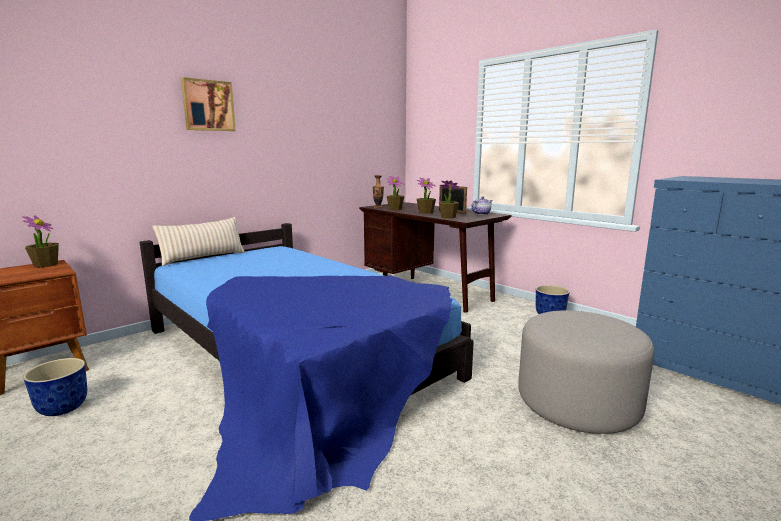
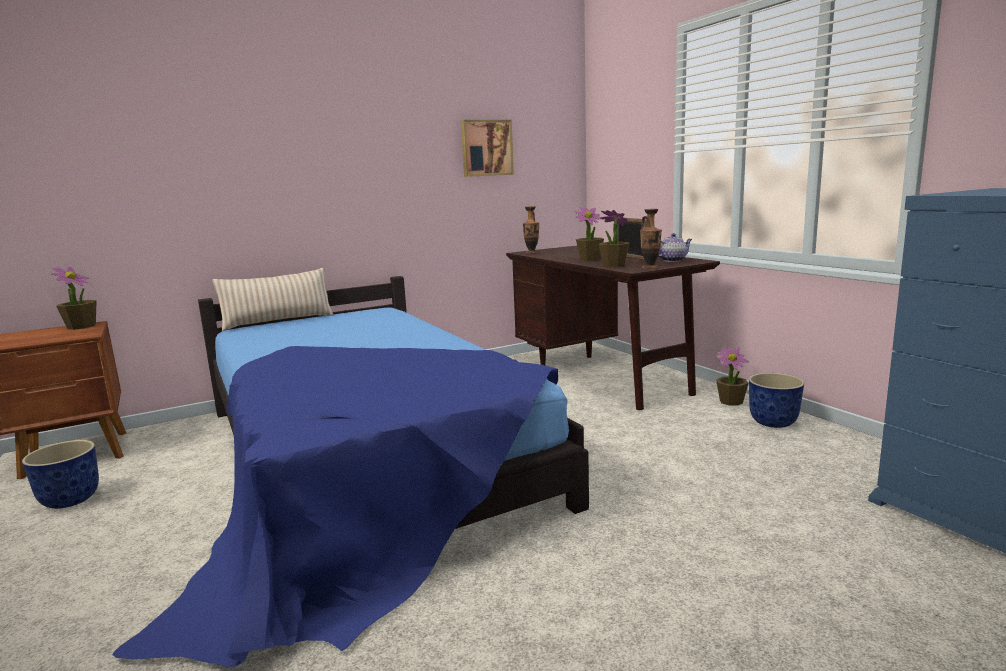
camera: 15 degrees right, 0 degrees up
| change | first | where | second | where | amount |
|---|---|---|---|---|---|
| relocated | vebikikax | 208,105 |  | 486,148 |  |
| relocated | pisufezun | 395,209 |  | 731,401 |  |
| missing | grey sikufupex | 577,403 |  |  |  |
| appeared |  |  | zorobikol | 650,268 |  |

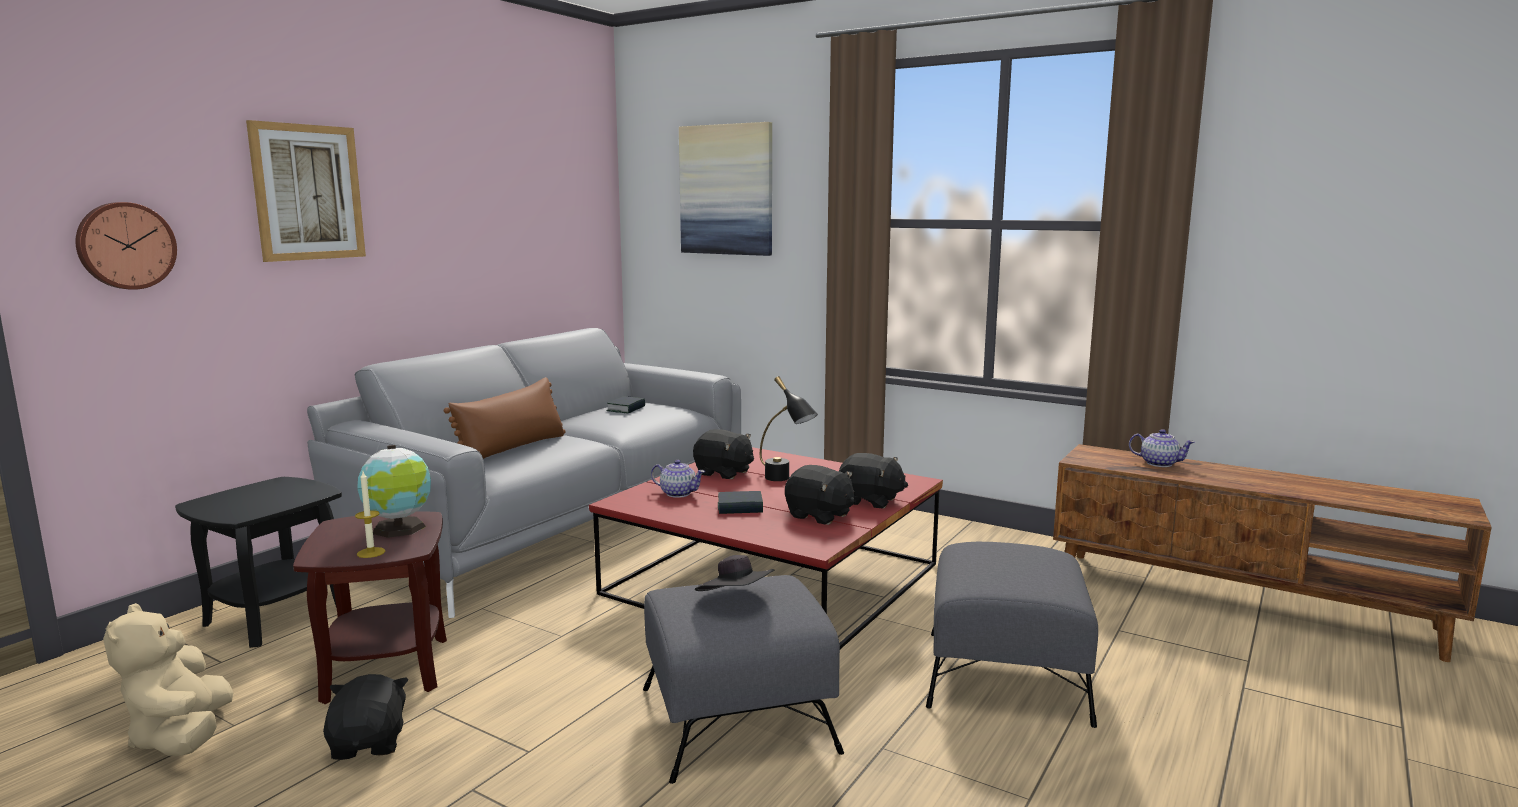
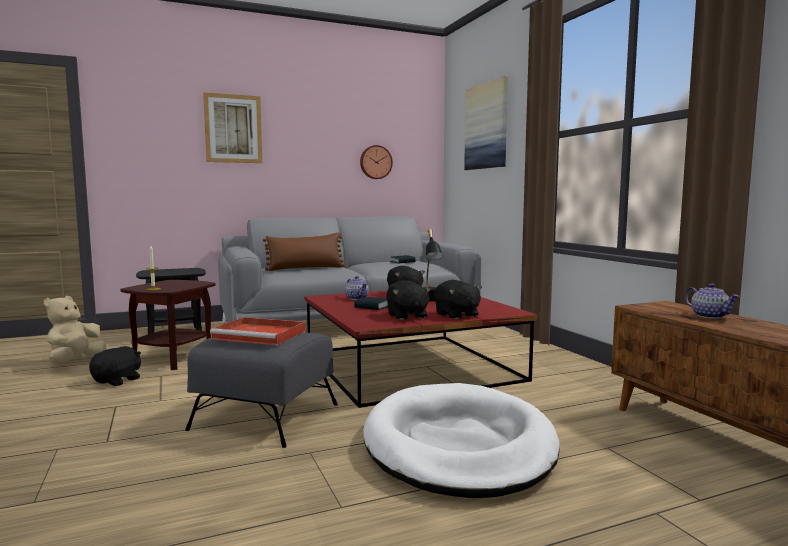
camera: 35 degrees right, 5 degrees down
| change | first | where | second | where | amount |
|---|---|---|---|---|---|
| relocated | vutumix | 125,246 |  | 375,162 |  |
| missing | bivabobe | 399,529 |  |  |  |
| exchanged | grey sikufupex | 1005,676 | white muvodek | 458,445 |  |
| exchanged | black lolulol | 736,600 | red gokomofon | 261,335 |  |

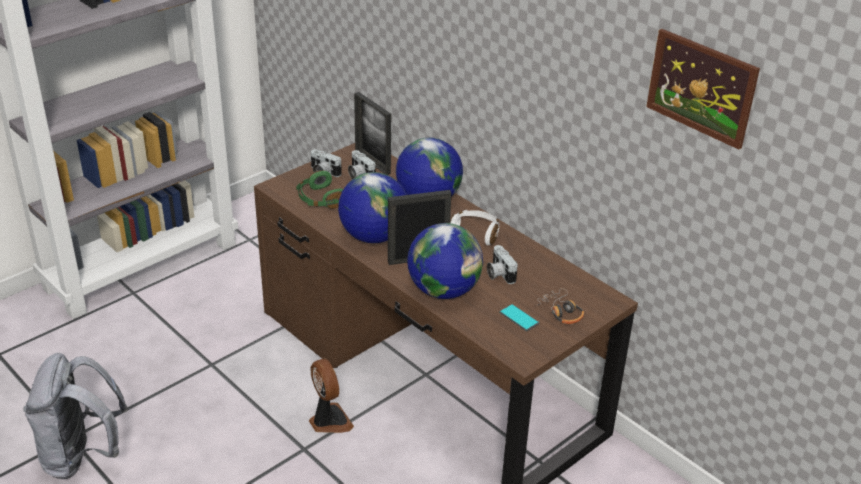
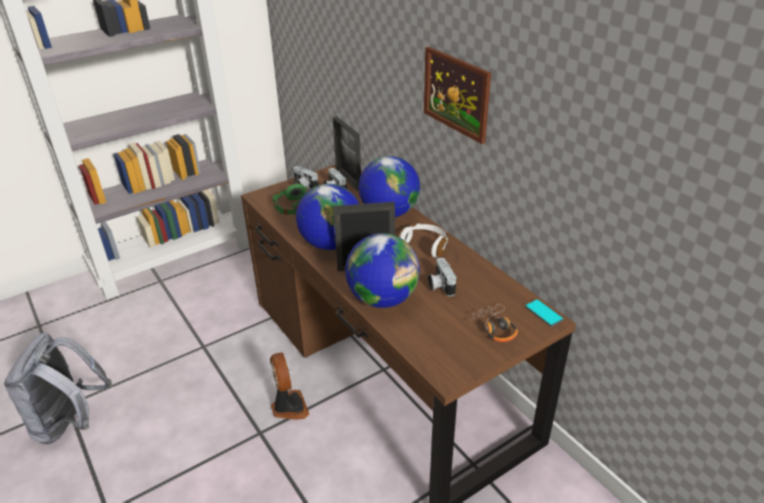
camera: 10 degrees right, 0 degrees up
| change | first | where | second | where | amount |
|---|---|---|---|---|---|
| relocated | vebikikax | 701,87 |  | 456,94 |  |
| relocated | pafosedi | 519,318 |  | 544,313 |  |

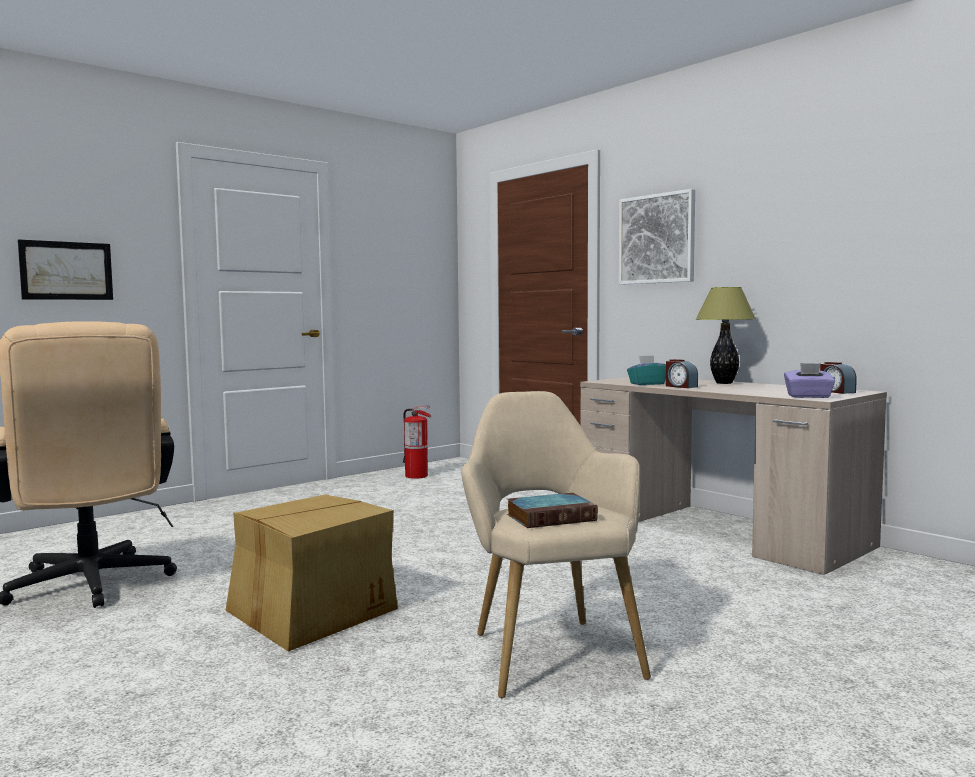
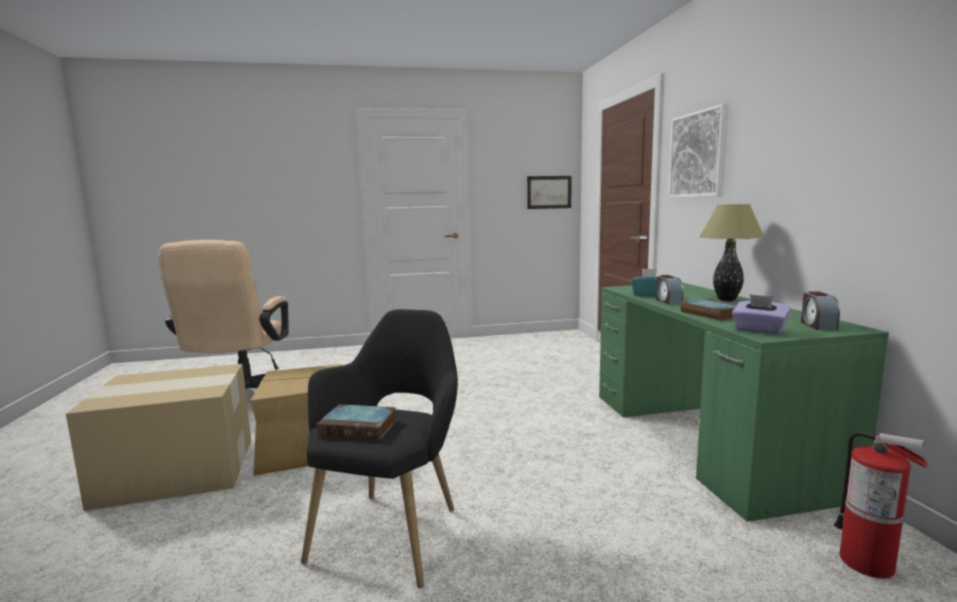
camera: 30 degrees right, 5 degrees up
| change | first | where | second | where | amount |
|---|---|---|---|---|---|
| relocated | vebikikax | 66,270 |  | 549,192 |  |
| colour | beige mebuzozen | 717,529 | green mebuzozen | 702,438 |  |
| colour | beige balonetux | 549,650 | black balonetux | 393,529 |  |
| relocated | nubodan | 417,476 |  | 867,563 |  |
| appeared |  |  | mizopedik | 711,313 |  |
| appeared |  |  | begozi | 176,471 |  |

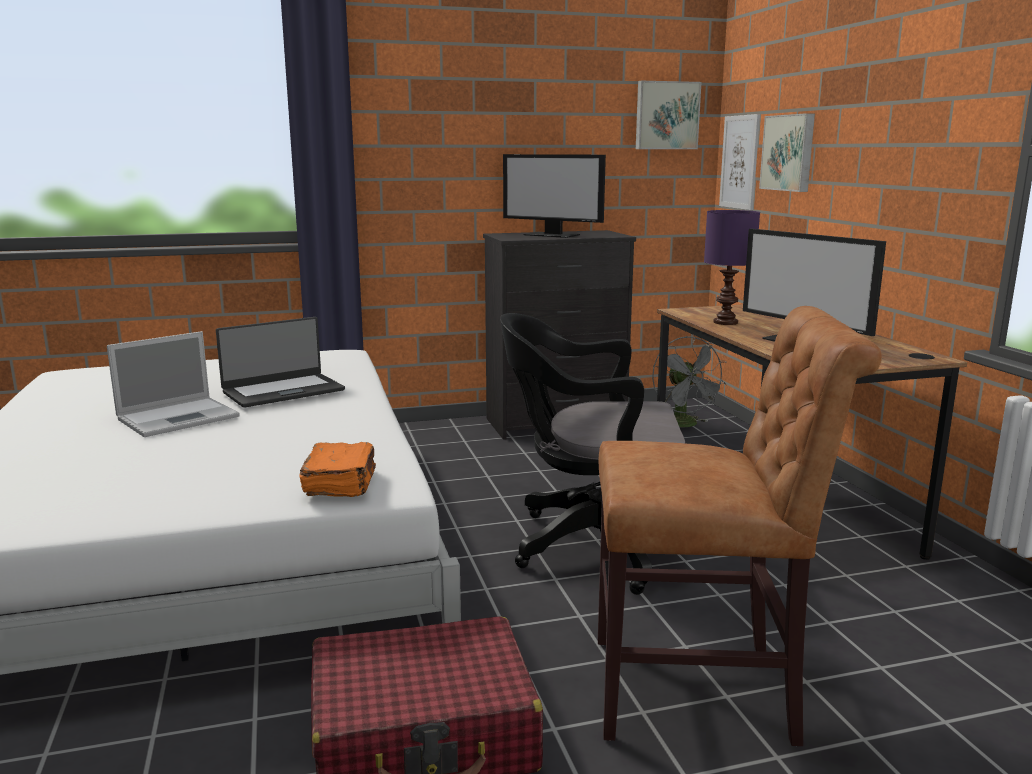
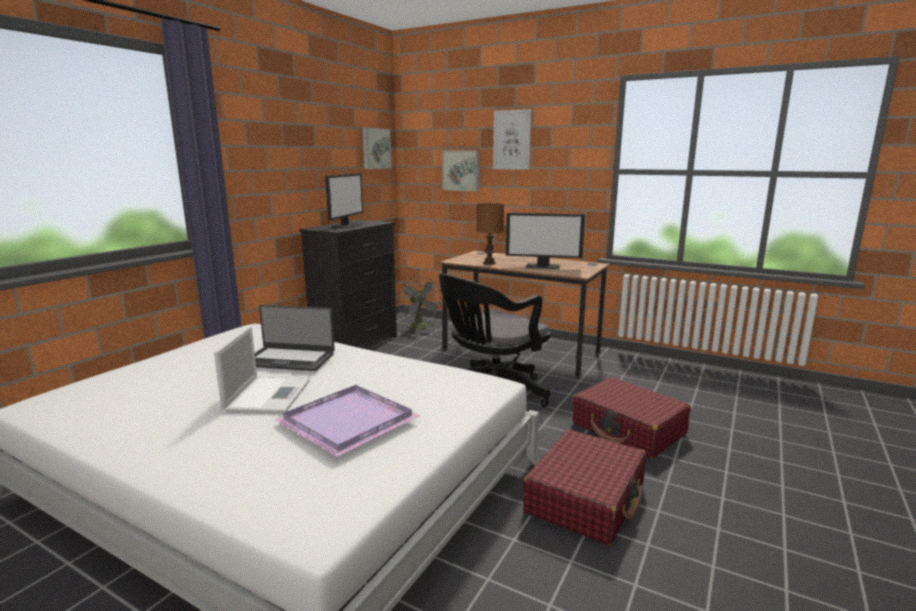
camera: 45 degrees left, 0 degrees up
| change | first | where | second | where | amount |
|---|---|---|---|---|---|
| relocated | vebikikax | 739,162 |  | 512,140 |  |
| spun | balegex | 552,235 |  | 346,225 | 60 degrees counterclockwise |
| colour | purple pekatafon | 724,322 | brown pekatafon | 489,263 |  |
| exchanged | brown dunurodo | 704,691 | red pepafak | 628,429 |  |
| spun | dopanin | 283,391 |  | 289,359 | 90 degrees clockwise |
| spun | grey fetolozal | 685,425 |  | 420,327 | 45 degrees clockwise |
| missing | orange mizopedik | 341,484 |  |  |  |
| appeared |  |  | purple gokomofon | 351,422 |  |

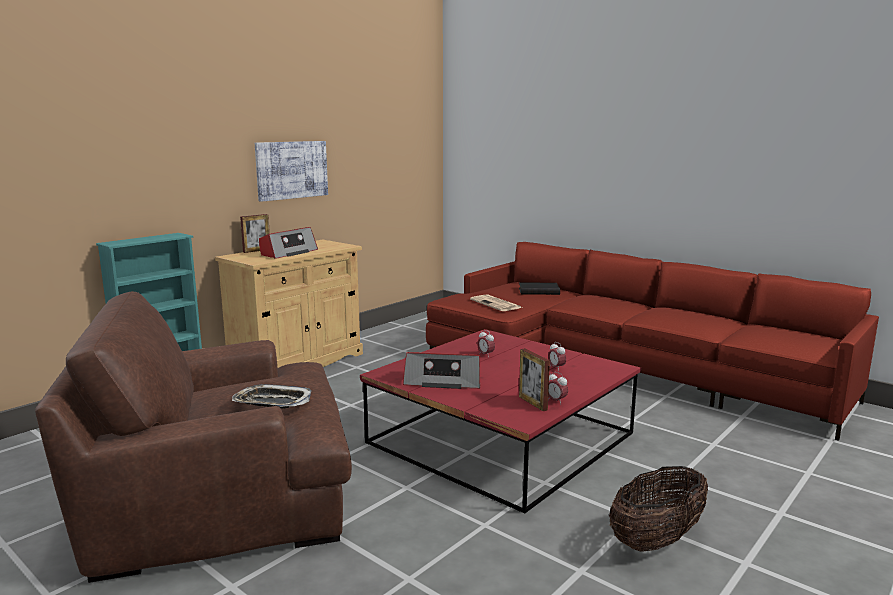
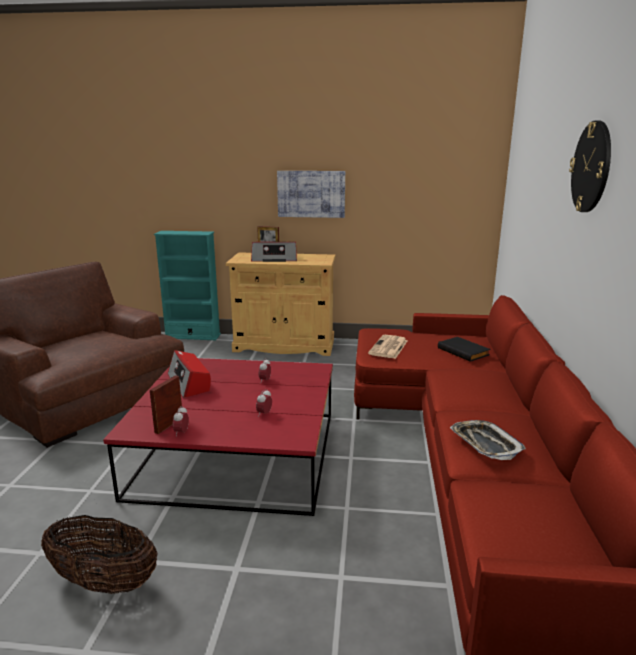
camera: 55 degrees right, 5 degrees up
| change | first | where | second | where | amount |
|---|---|---|---|---|---|
| relocated | gokomofon | 272,402 |  | 485,444 |  |
| appeared |  |  | vutumix | 591,167 |  |

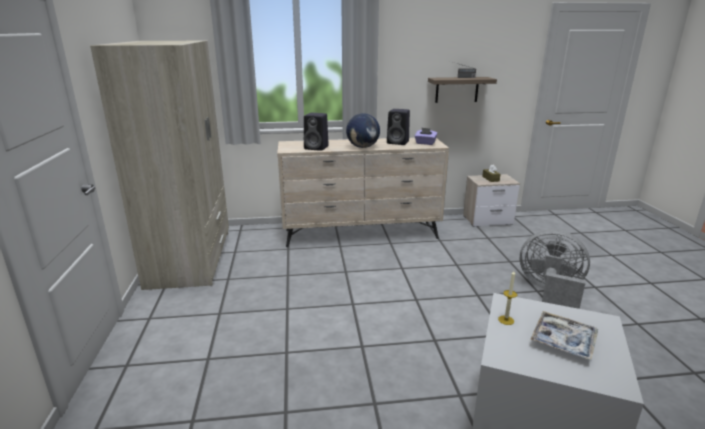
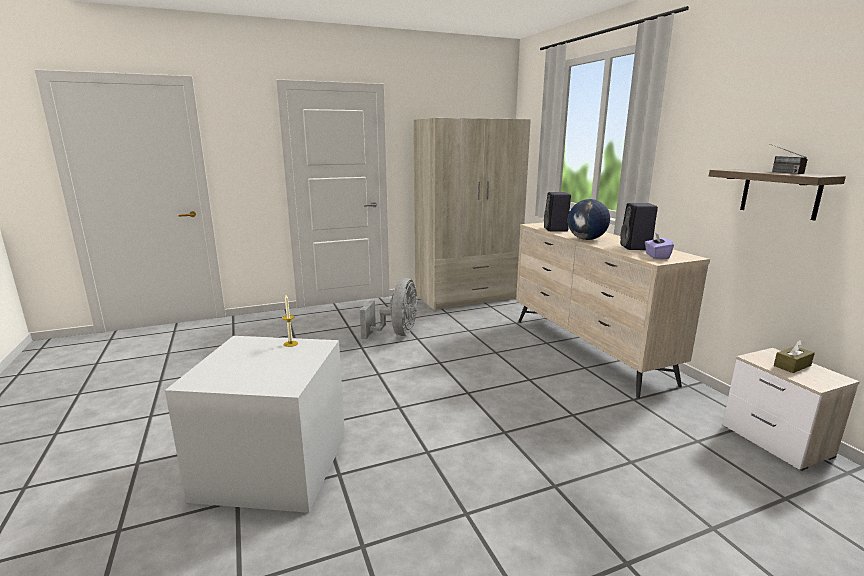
camera: 75 degrees right, 5 degrees down
| change | first | where | second | where | amount |
|---|---|---|---|---|---|
| relocated | grey fetolozal | 550,292 |  | 397,334 |  |
| missing | gokomofon | 563,341 |  |  |  |

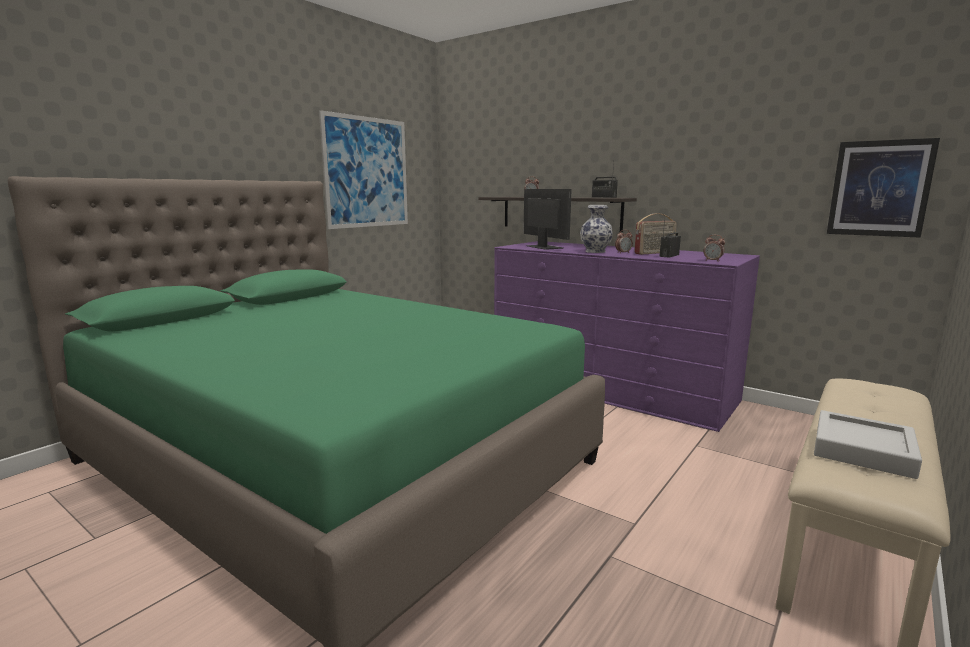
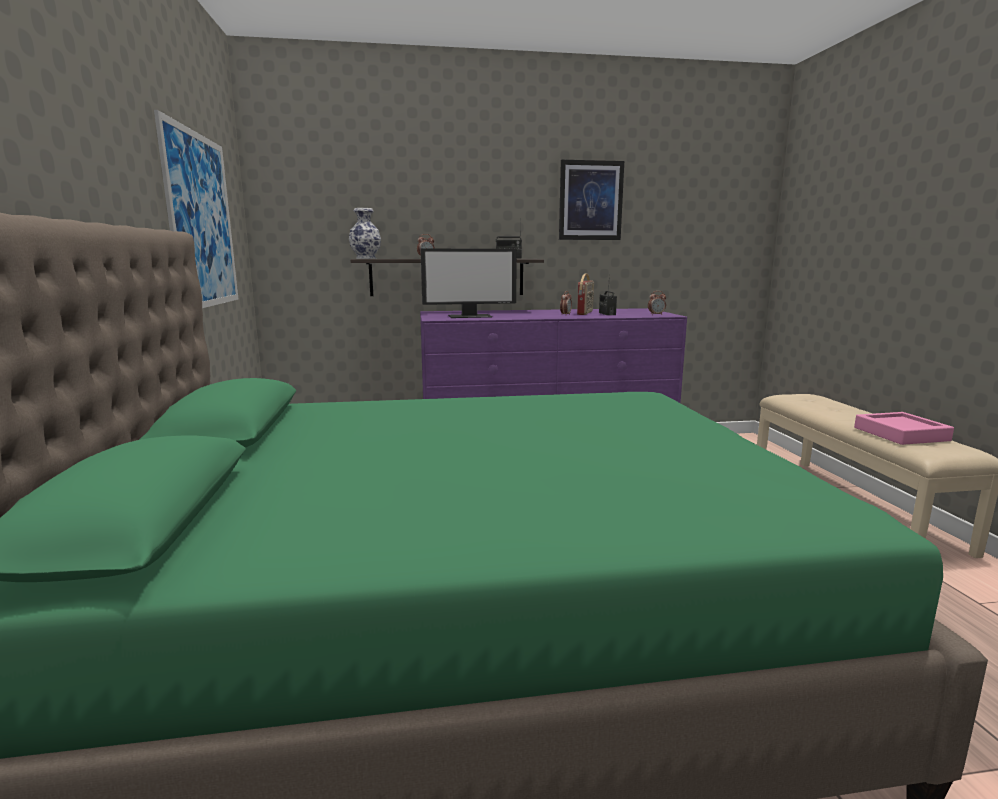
camera: 45 degrees left, 0 degrees up
| change | first | where | second | where | amount |
|---|---|---|---|---|---|
| relocated | vebikikax | 879,188 |  | 590,201 |  |
| spun | balegex | 543,247 |  | 470,316 | 150 degrees clockwise |
| relocated | zorobikol | 596,251 |  | 366,258 |  |
| colour | grey gokomofon | 862,450 | pink gokomofon | 900,434 |  |

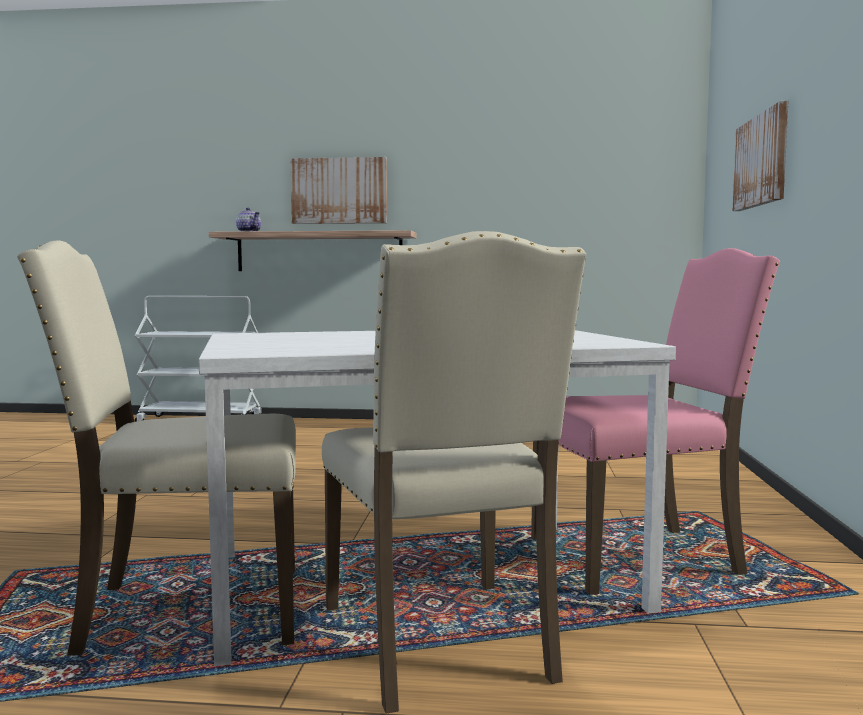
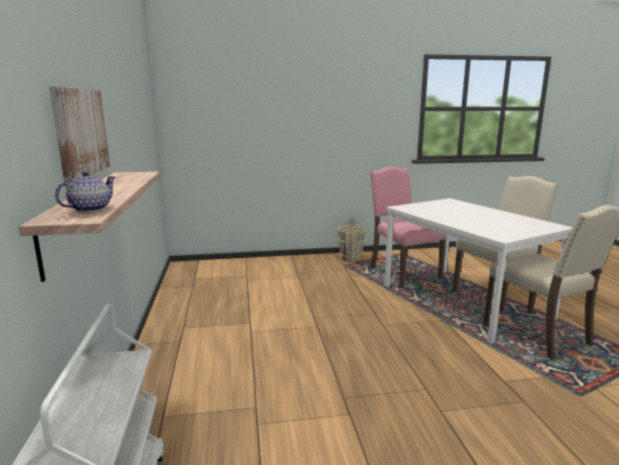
camera: 105 degrees left, 10 degrees up
| change | first | where | second | where | amount |
|---|---|---|---|---|---|
| missing | vebikikax | 761,161 |  |  |  |
| appeared |  |  | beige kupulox | 350,258 |  |

